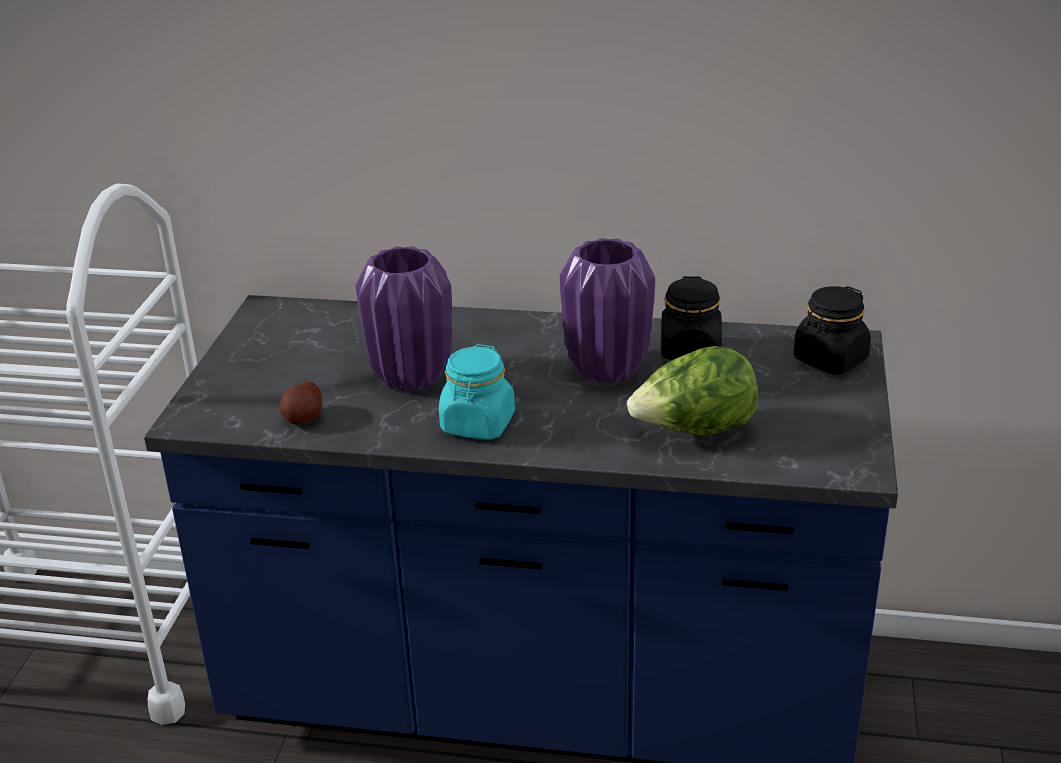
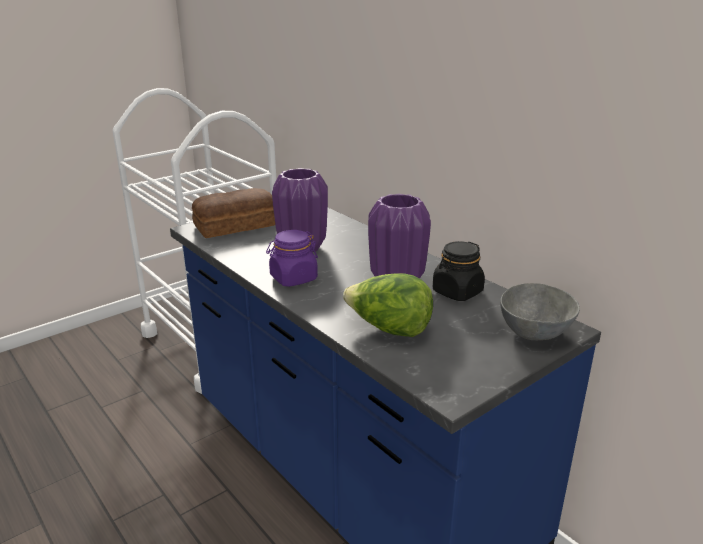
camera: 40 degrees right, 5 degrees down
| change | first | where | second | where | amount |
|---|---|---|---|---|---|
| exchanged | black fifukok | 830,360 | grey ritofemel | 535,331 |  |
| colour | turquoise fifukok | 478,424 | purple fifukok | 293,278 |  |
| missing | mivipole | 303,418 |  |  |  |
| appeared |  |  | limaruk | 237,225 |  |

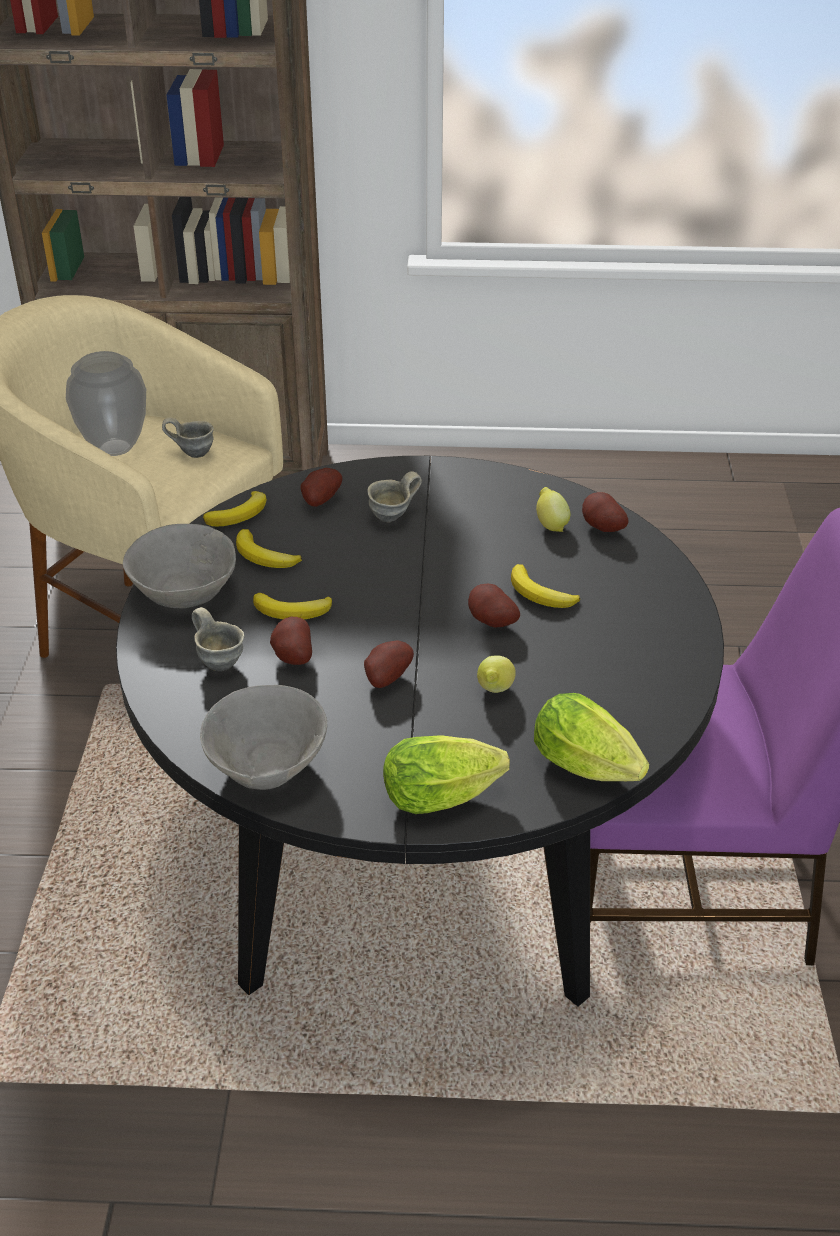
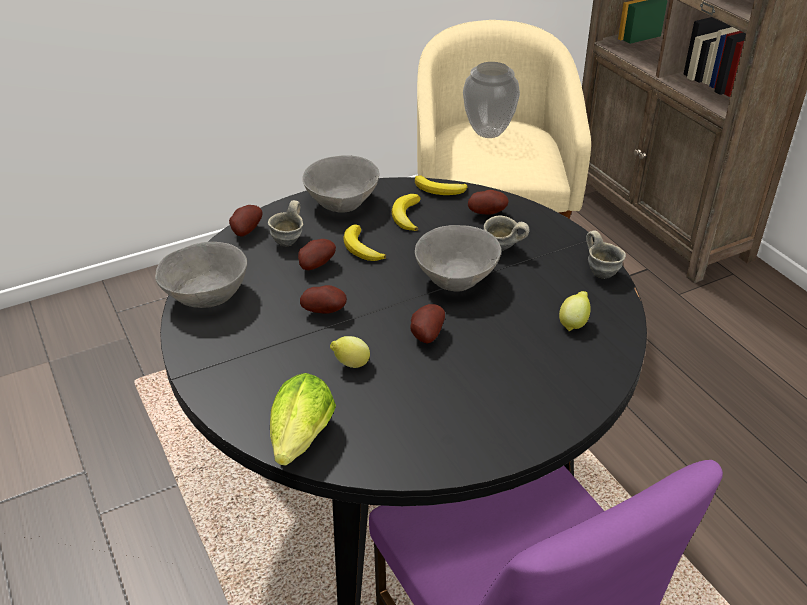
camera: 60 degrees right, 0 degrees up
| change | first | where | second | where | amount |
|---|---|---|---|---|---|
| relocated | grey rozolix | 193,452 |  | 602,271 |  |
| relocated | mivipole | 601,528 |  | 245,231 |  |
| missing | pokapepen | 540,594 |  |  |  |
| missing | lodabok | 447,796 |  |  |  |
| appeared |  |  | grey ritofemel | 455,278 |  |

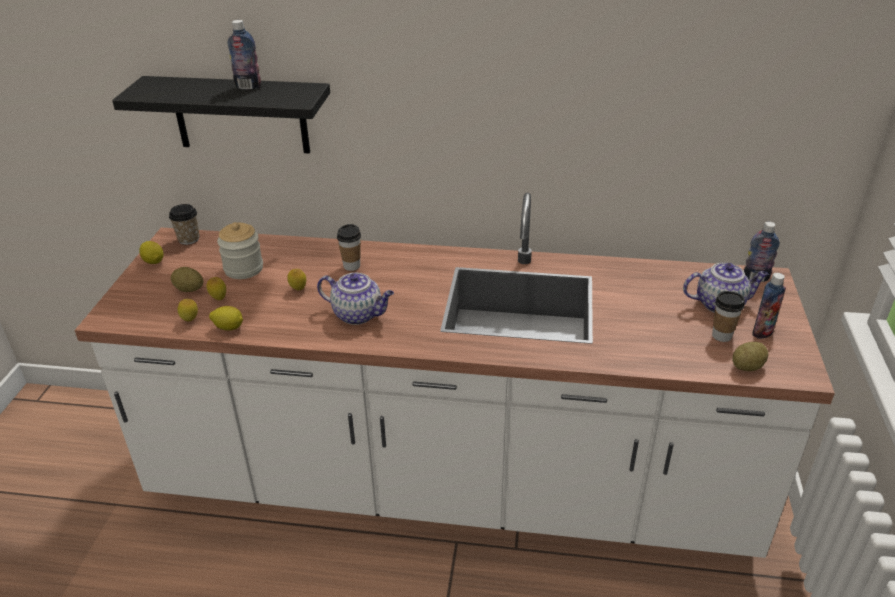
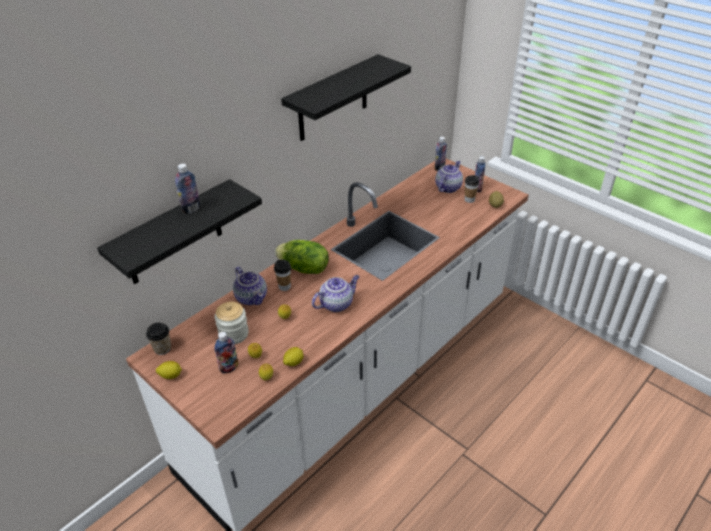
camera: 55 degrees left, 5 degrees up
| change | first | where | second | where | amount |
|---|---|---|---|---|---|
| exchanged | mivipole | 189,289 | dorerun | 229,368 |  |
| appeared |  |  | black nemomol | 333,99 |  |
| appeared |  |  | lodabok | 304,269 |  |
| appeared |  |  | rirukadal | 252,297 |  |

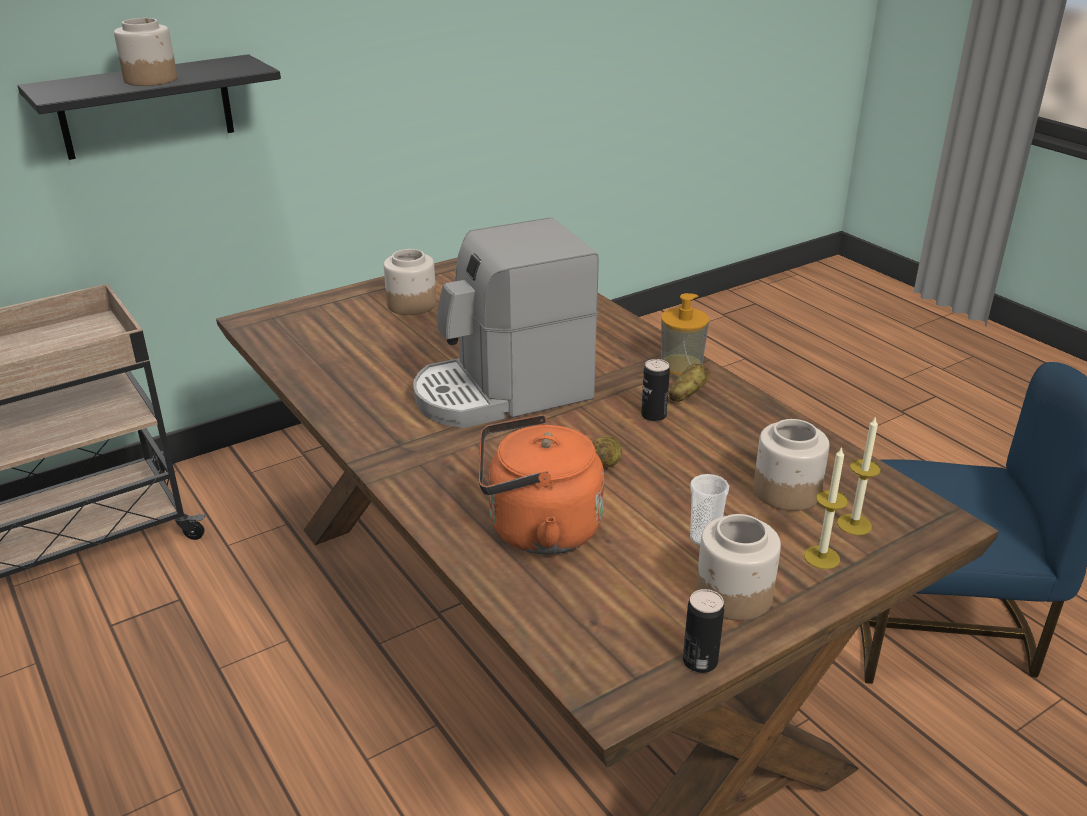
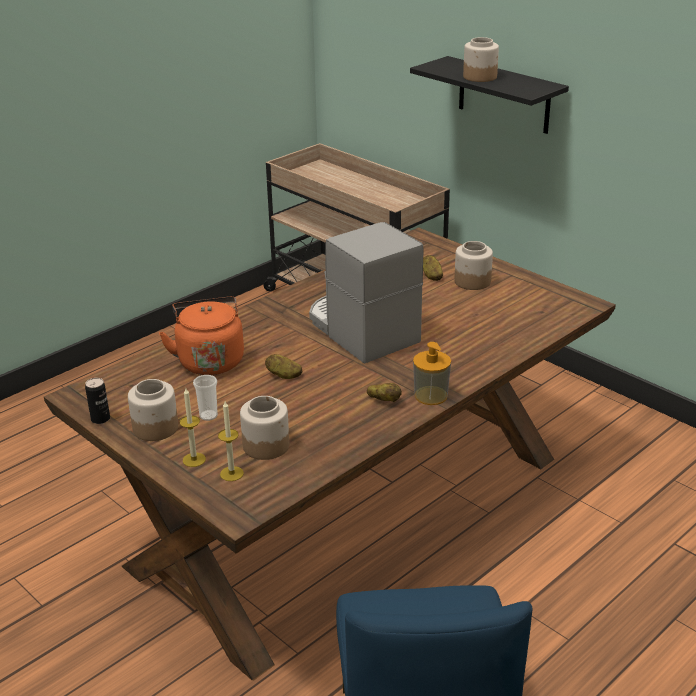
camera: 80 degrees right, 0 degrees up
| change | first | where | second | where | amount |
|---|---|---|---|---|---|
| missing | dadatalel | 653,415 |  |  |  |
| appeared |  |  | mivipole | 431,276 |  |

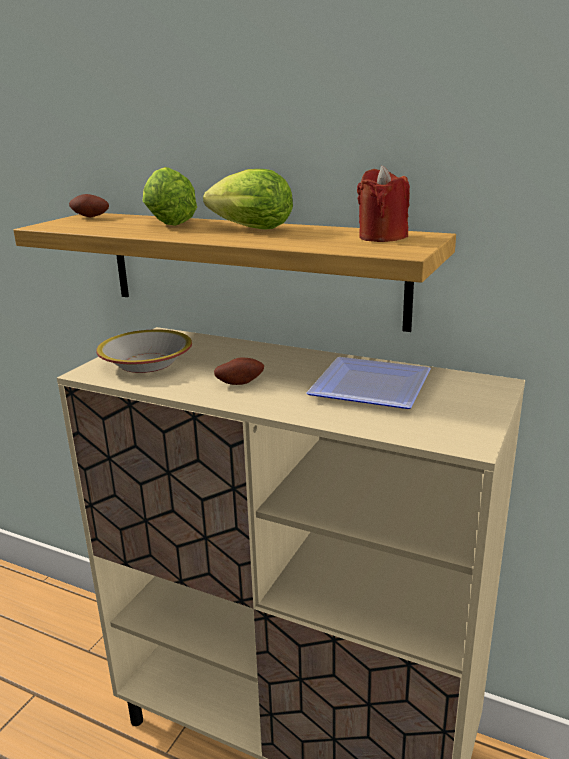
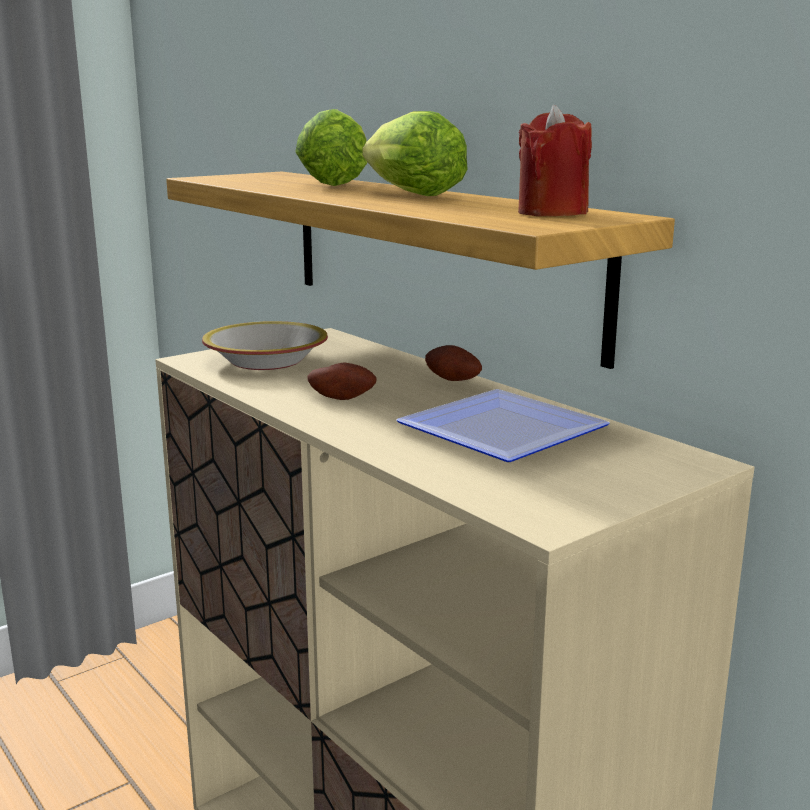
camera: 25 degrees right, 5 degrees down
| change | first | where | second | where | amount |
|---|---|---|---|---|---|
| relocated | mivipole | 90,217 |  | 451,381 |  |

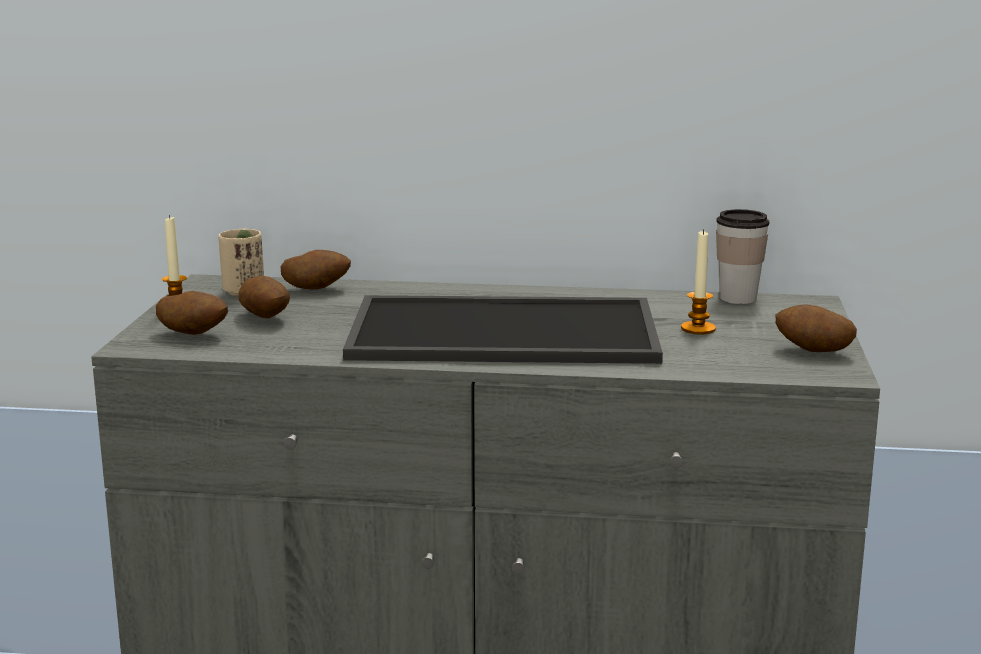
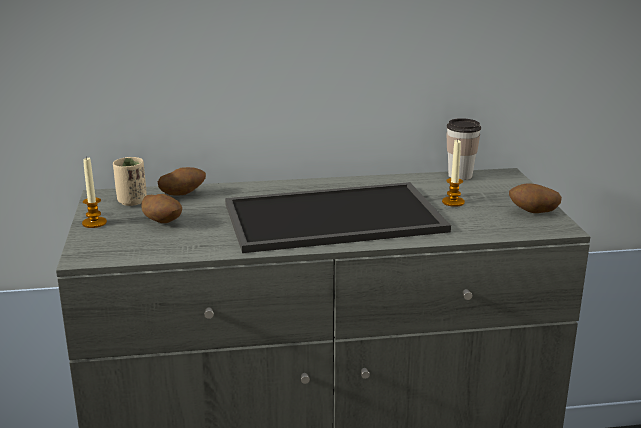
camera: 15 degrees left, 5 degrees up
| change | first | where | second | where | amount |
|---|---|---|---|---|---|
| missing | mivipole | 193,334 |  |  |  |

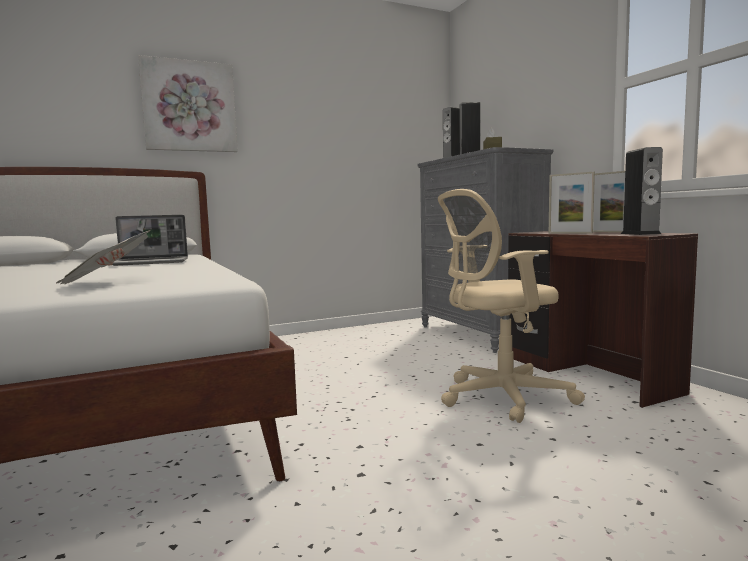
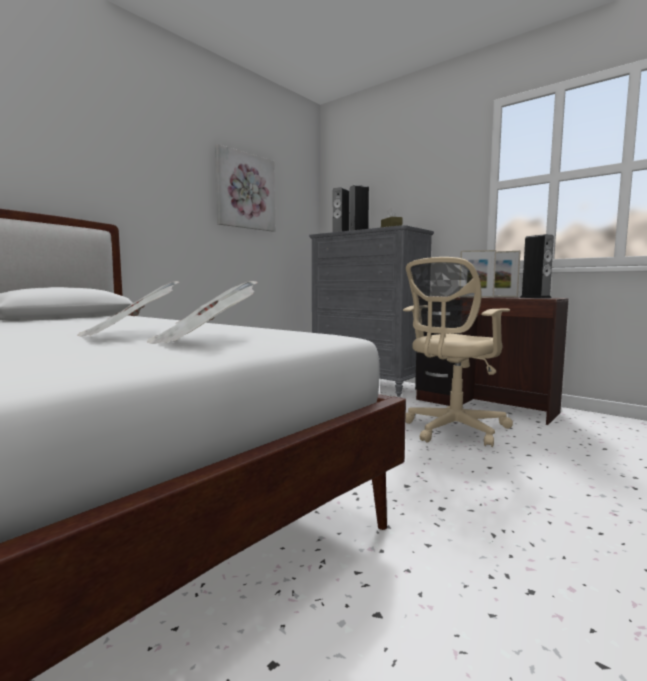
camera: 25 degrees left, 0 degrees up
| change | first | where | second | where | amount |
|---|---|---|---|---|---|
| relocated | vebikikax | 189,106 |  | 245,191 |  |
| missing | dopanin | 152,262 |  |  |  |
| appeared |  |  | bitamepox | 130,334 |  |

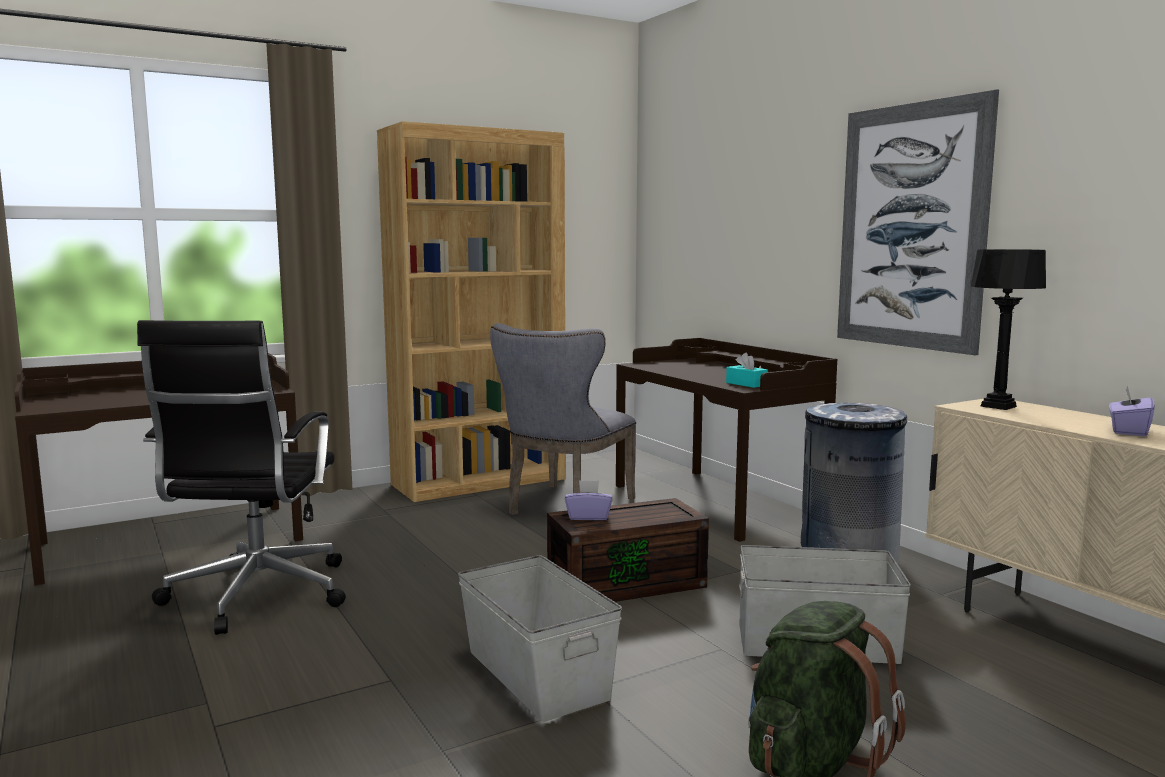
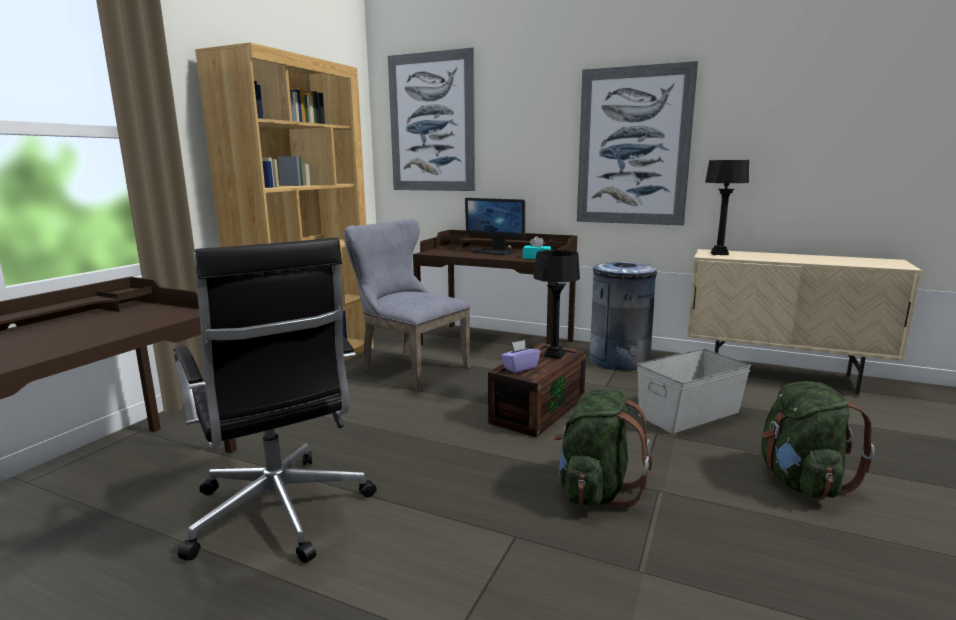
camera: 35 degrees left, 5 degrees up
| change | first | where | second | where | amount |
|---|---|---|---|---|---|
| spun | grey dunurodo | 565,507 |  | 409,368 | 135 degrees clockwise |
| missing | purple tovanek | 1128,431 |  |  |  |
| exchanged | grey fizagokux | 536,674 | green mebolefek | 596,490 |  |
| appeared |  |  | vebikikax | 431,123 |  |
| appeared |  |  | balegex | 494,252 |  |
| appeared |  |  | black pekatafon | 554,355 |  |

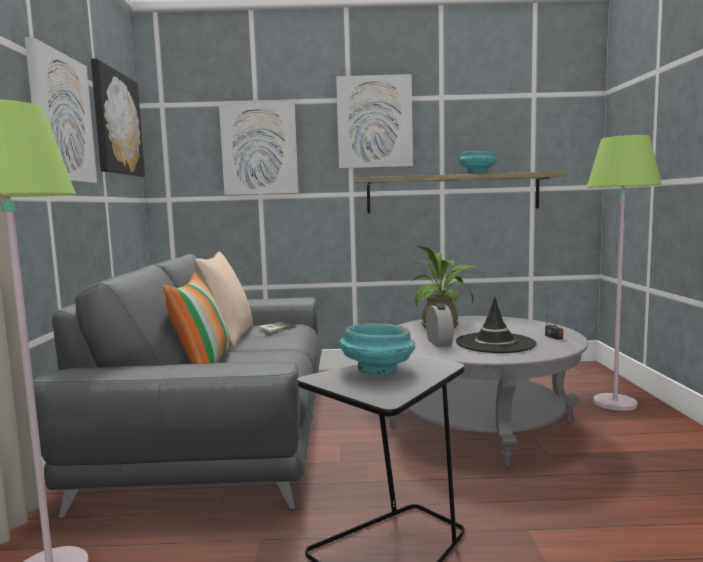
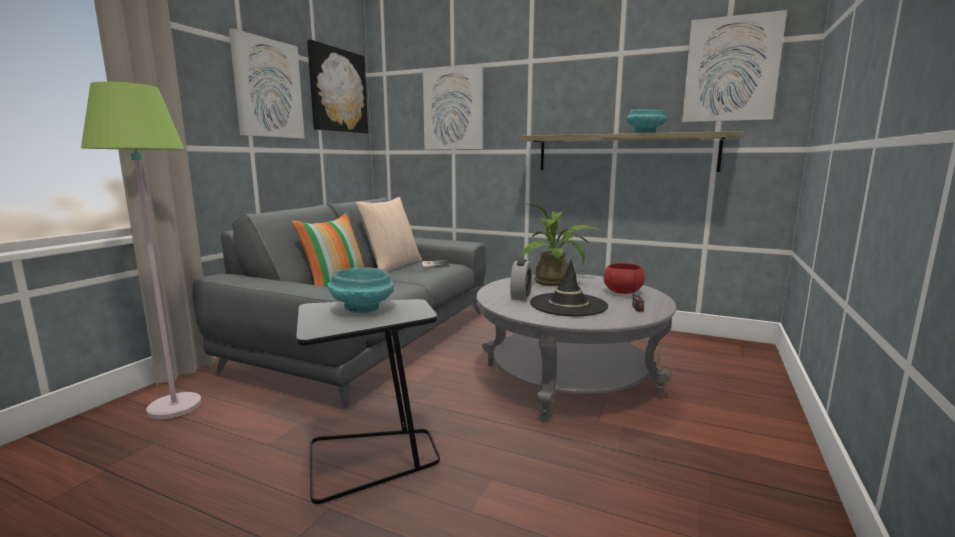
camera: 25 degrees right, 5 degrees up
| change | first | where | second | where | amount |
|---|---|---|---|---|---|
| relocated | vebikikax | 374,122 |  | 731,70 |  |
| missing | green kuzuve | 615,403 |  |  |  |
| appeared |  |  | red ritofemel | 622,293 |  |

